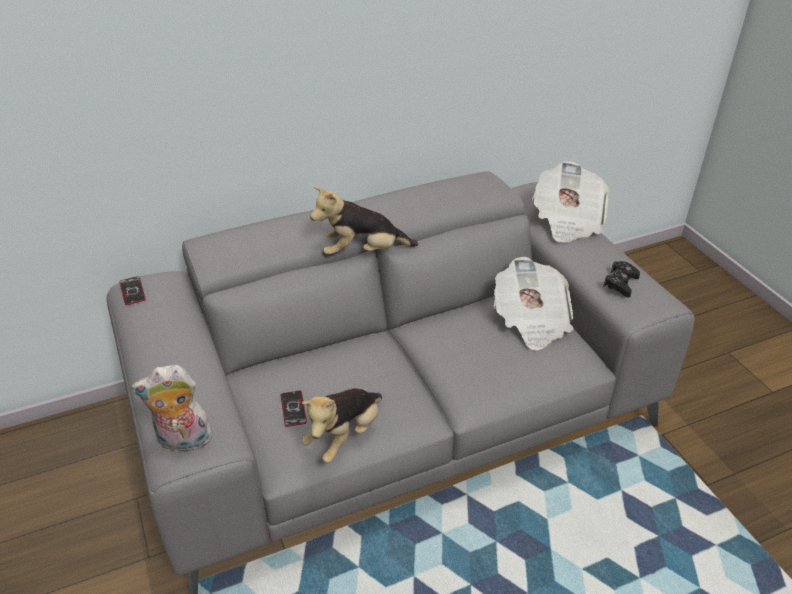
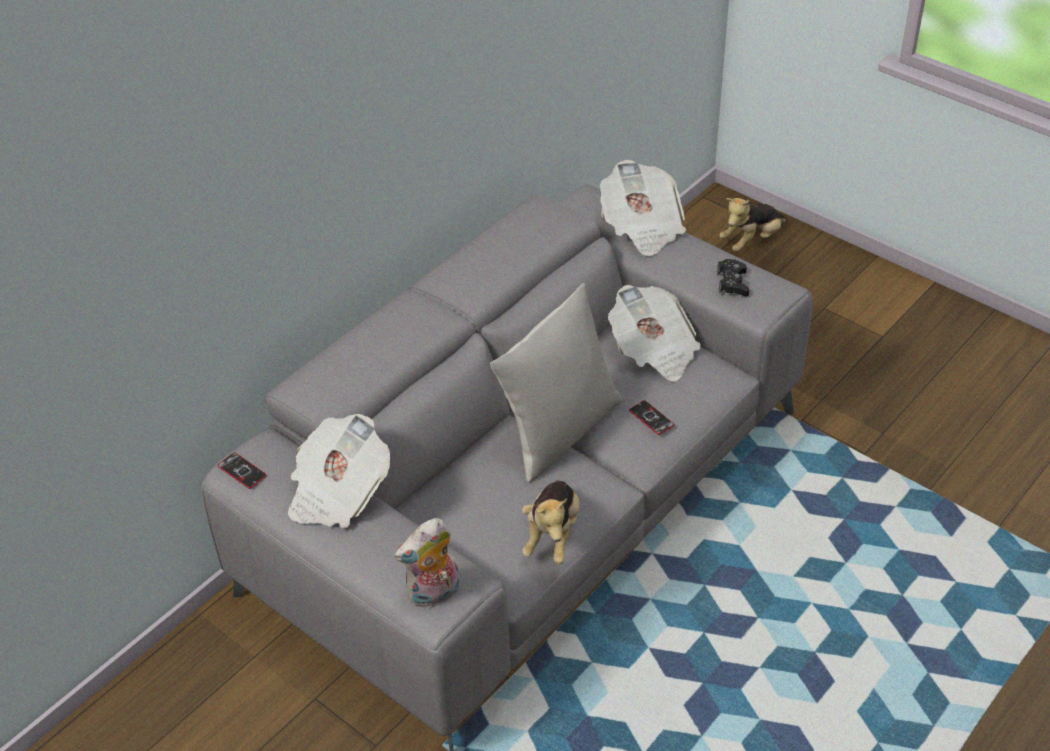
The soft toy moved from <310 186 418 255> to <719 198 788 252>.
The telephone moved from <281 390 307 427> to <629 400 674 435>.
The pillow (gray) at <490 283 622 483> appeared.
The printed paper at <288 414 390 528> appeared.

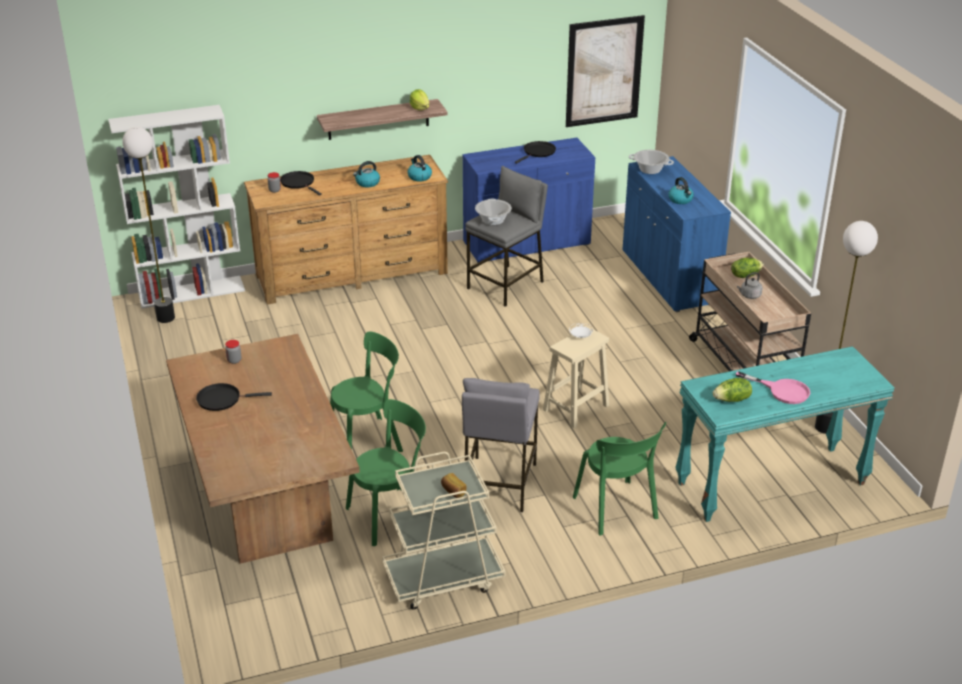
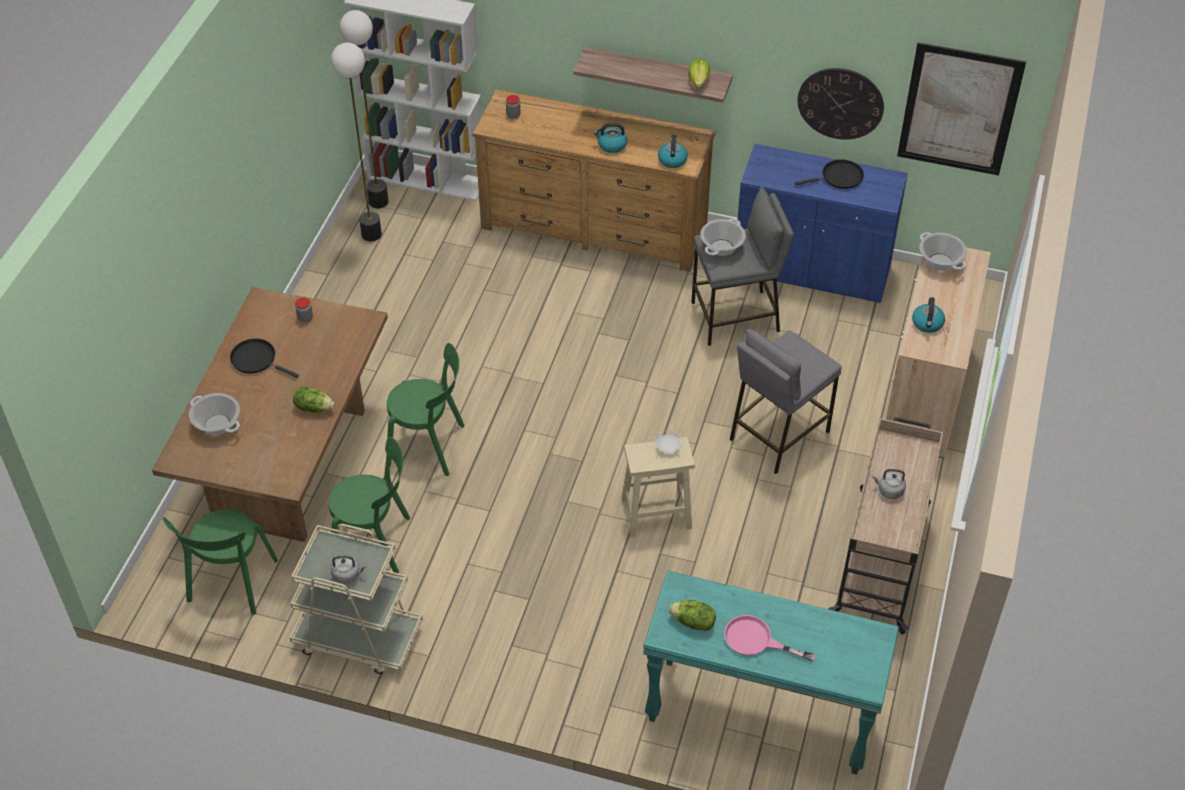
The cabinet (bluish) at <622 156 731 312> became the cabinet (sand-coloured) at <886 247 991 459>.
The frying pan (black) at <280 171 322 196> disappeared.
The floor lamp moved from <815 221 878 434> to <331 42 382 241>.
The lettuce head moved from <731 258 764 278> to <293 387 335 413>.
The frying pan (pink-coloured) at <736 371 810 404> turned 135 degrees clockwise.
The sitting stool (gray) moved from <462 378 540 512> to <729 329 842 474>.
The plain chair (greenish) moved from <573 422 666 536> to <163 509 278 615>.
The baked bread at <441 473 466 498> was replaced by the water kettle (gray) at <331 556 366 584>.
The wall clock at <797 68 884 140> appeared.
The saucepot at <189 393 240 435> appeared.

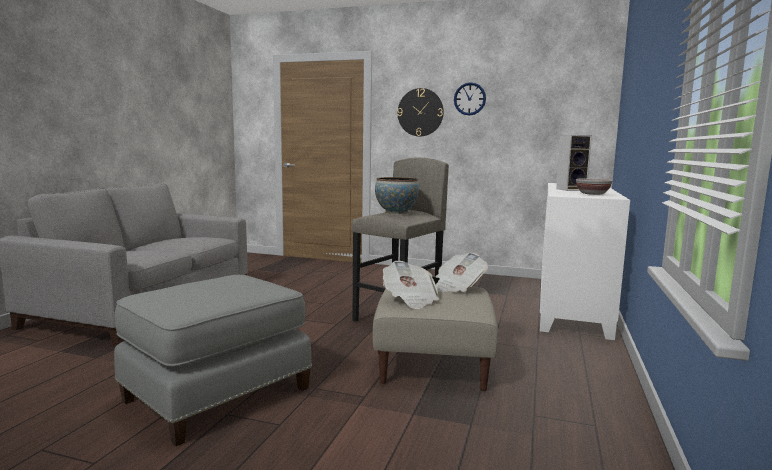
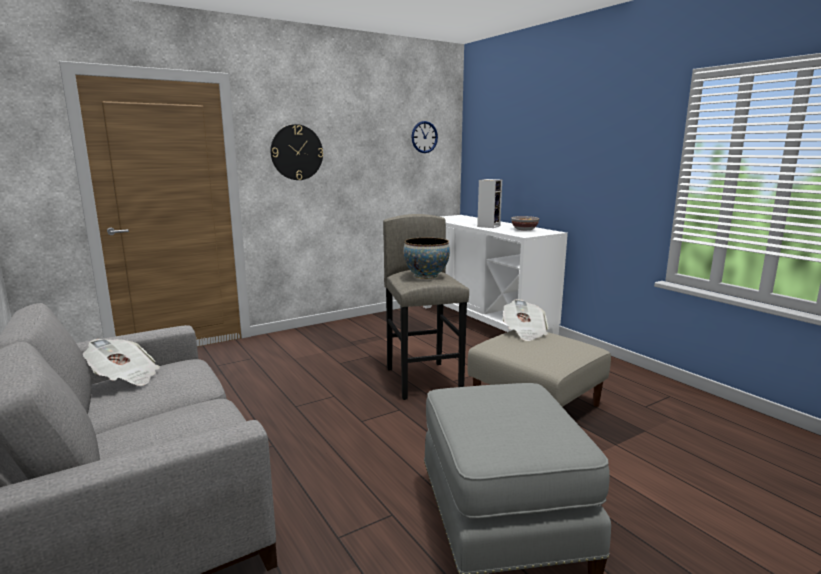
The wall clock moved from <454 82 486 116> to <412 121 438 153>.
The printed paper moved from <383 261 439 309> to <83 339 160 386>.

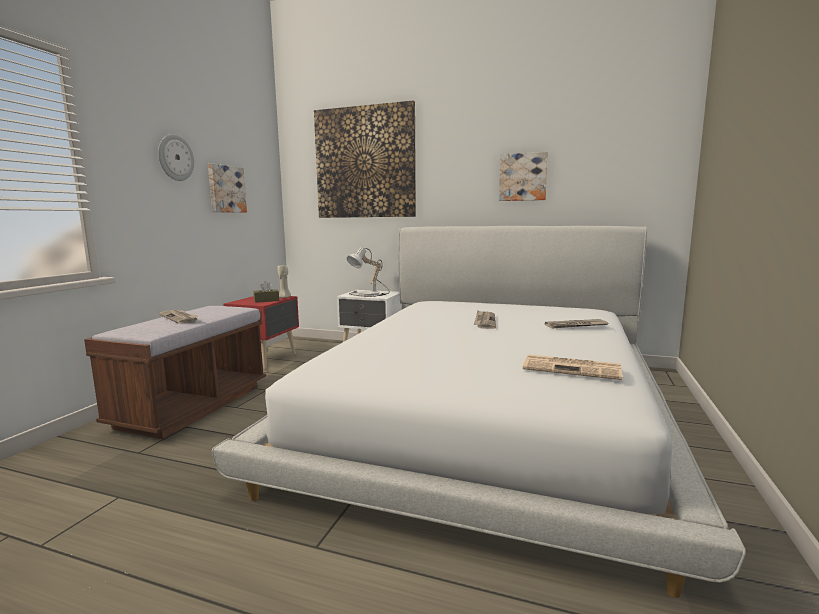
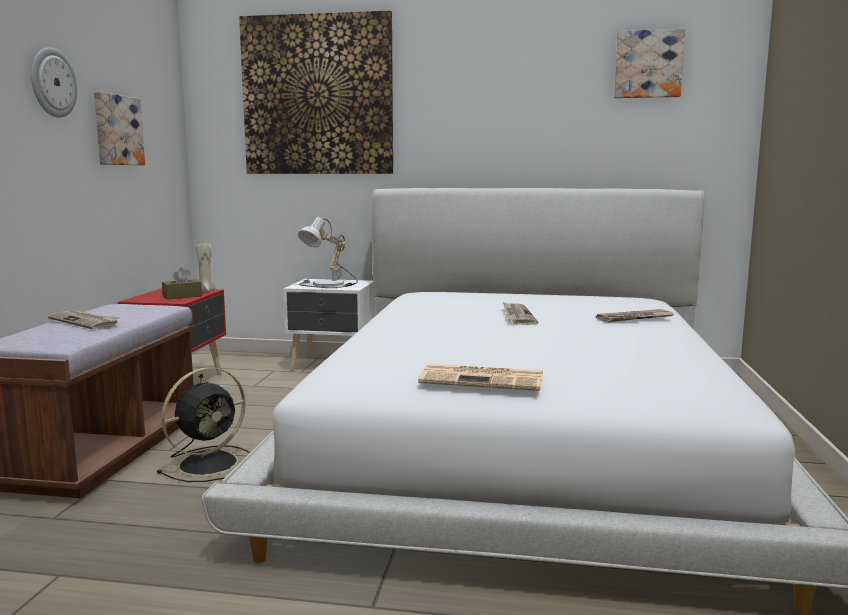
The picture moved from <499 152 548 201> to <614 29 685 98>.
The printed paper moved from <523 354 622 380> to <418 364 543 391>.
The electric fan (black) at <157 367 250 482> appeared.

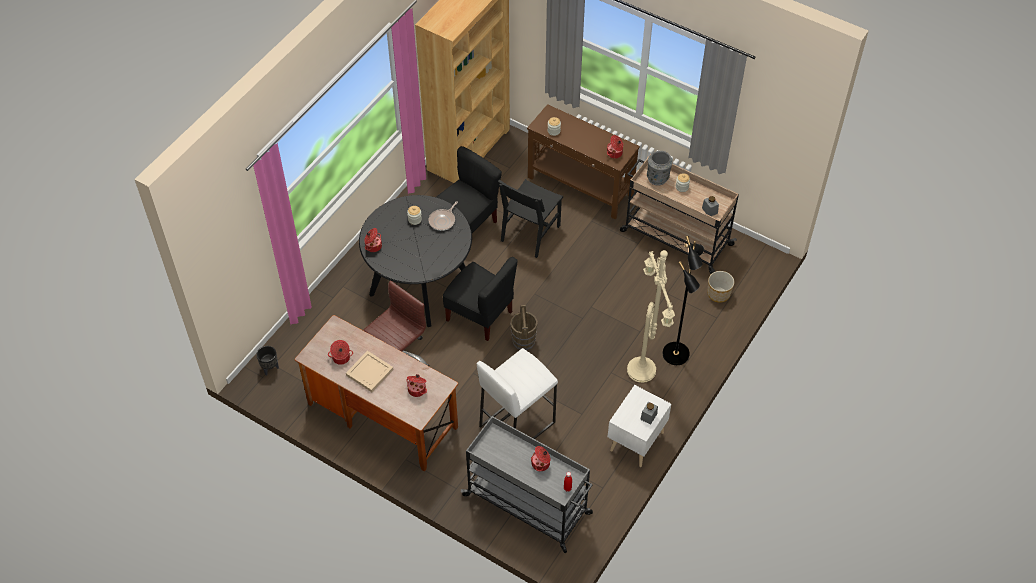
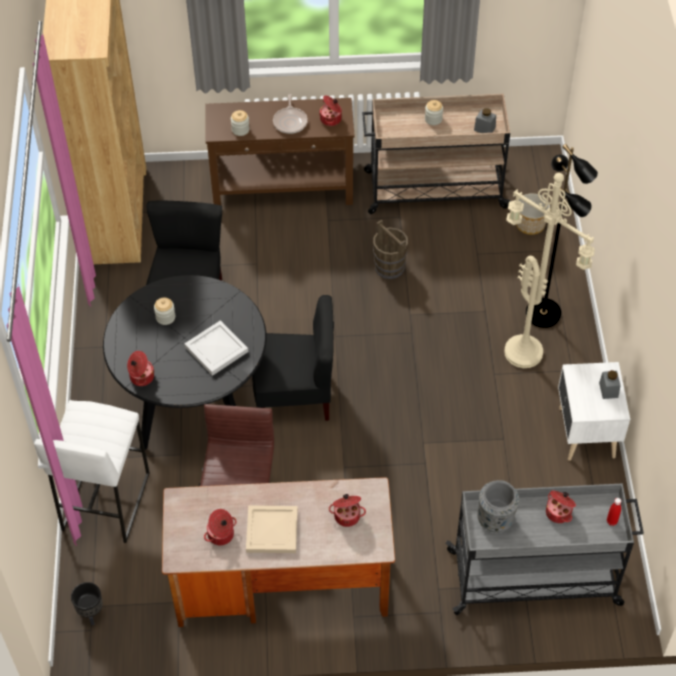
The vase (gray) moved from <647 151 673 186> to <477 480 519 534>.
The plain chair (black) at <498 179 563 258> disappeared.
The frying pan moved from <428 201 458 231> to <273 94 308 134>.
The water bucket (brown-coloured) moved from <510 305 538 350> to <373 220 408 279>.
The sitting stool (white) moved from <477 348 558 439> to <34 400 150 543>.
The serving tray (white) at <184 320 248 376> appeared.

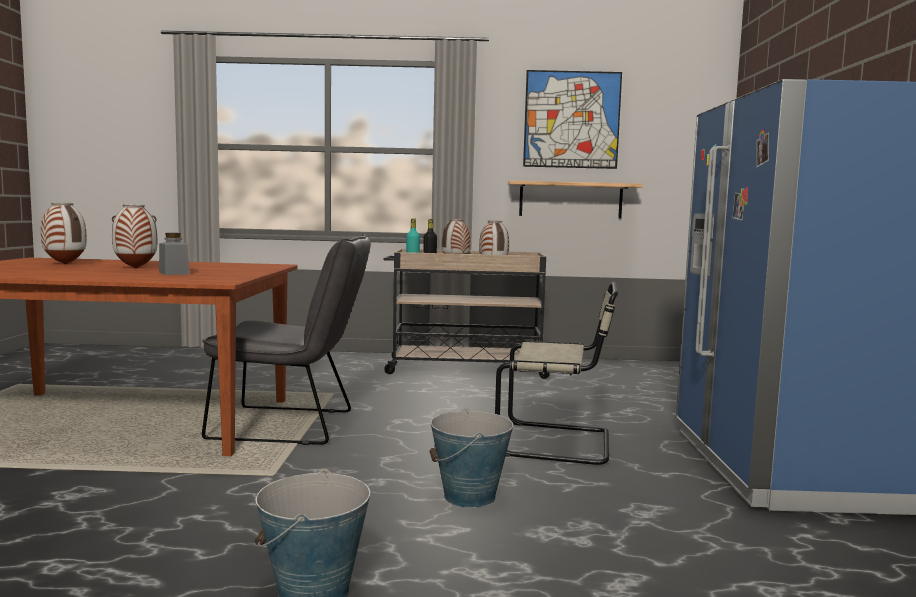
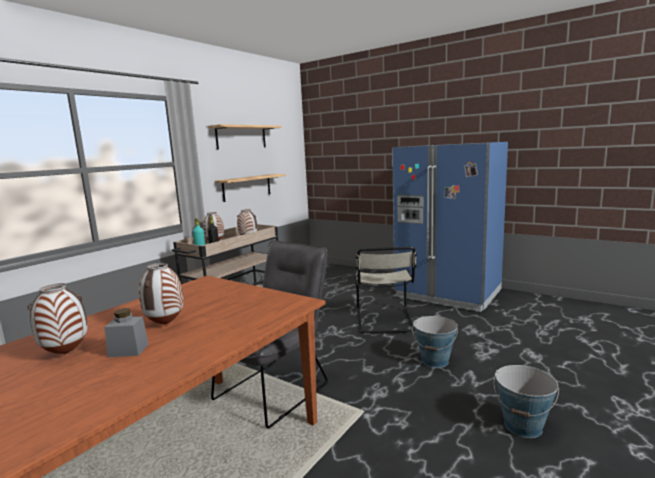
The picture at <523 70 622 169> was replaced by the bracket shelf at <208 124 282 149>.
The preserve jar (gray) moved from <159 233 190 275> to <104 308 148 357>.
The plain chair (sand-coloured) at <495 282 618 465> turned 135 degrees clockwise.

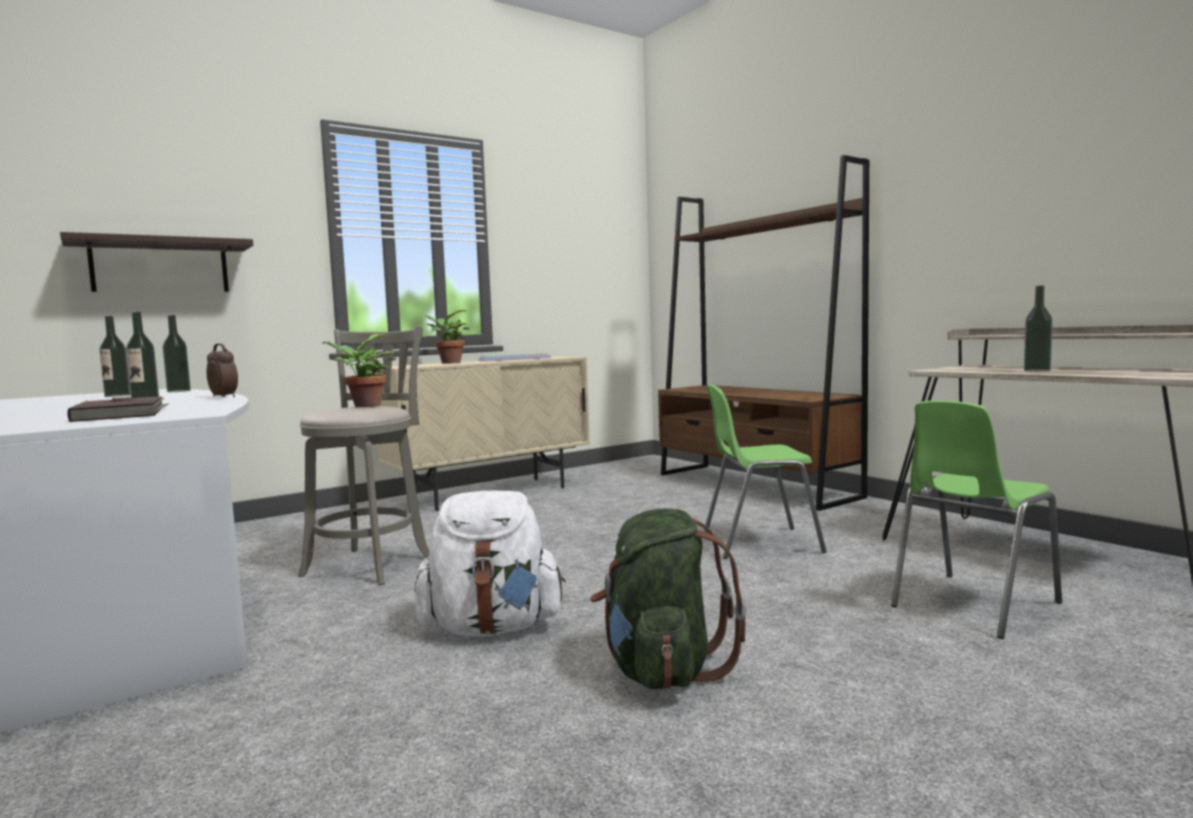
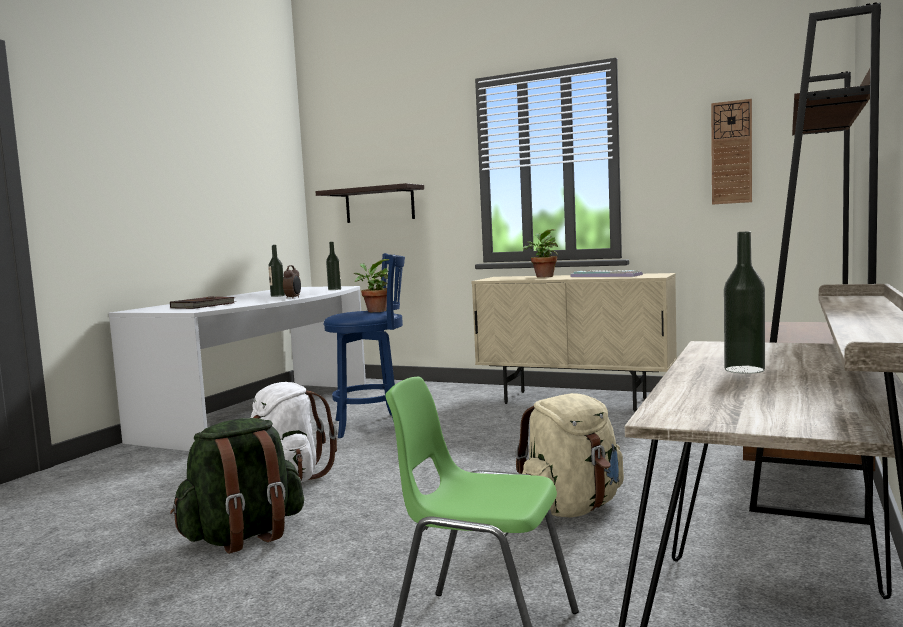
The beverage bottle at <99 316 130 397> disappeared.
The sitting stool (gray) at <298 326 430 585> became the sitting stool (bluish) at <323 253 405 438>.
The plain chair (greenish) at <704 385 827 559> was replaced by the knapsack (sand-coloured) at <515 393 624 517>.
The wall clock at <711 99 752 205> appeared.

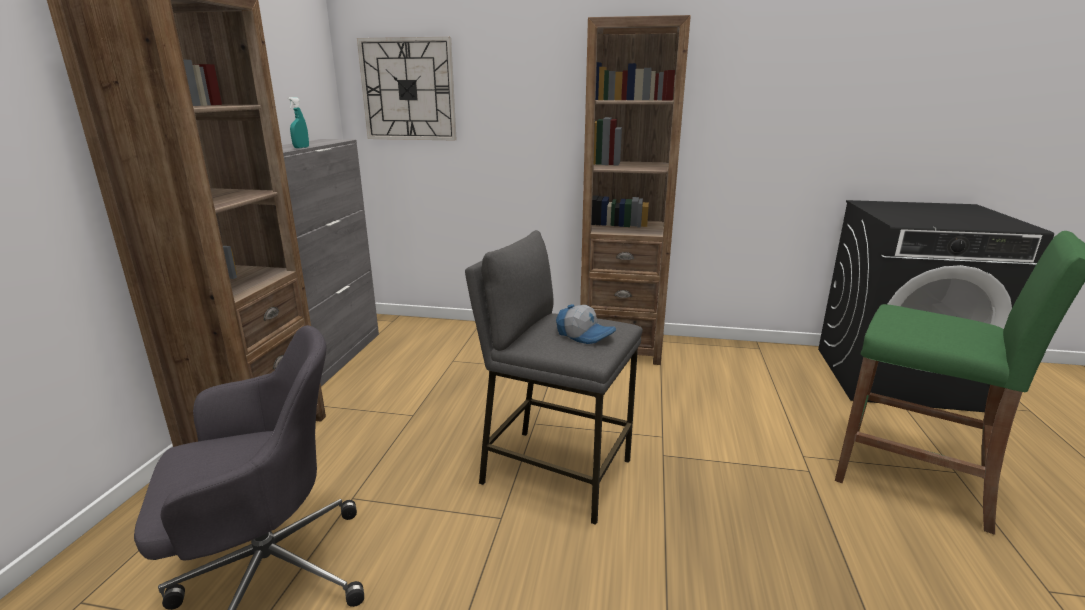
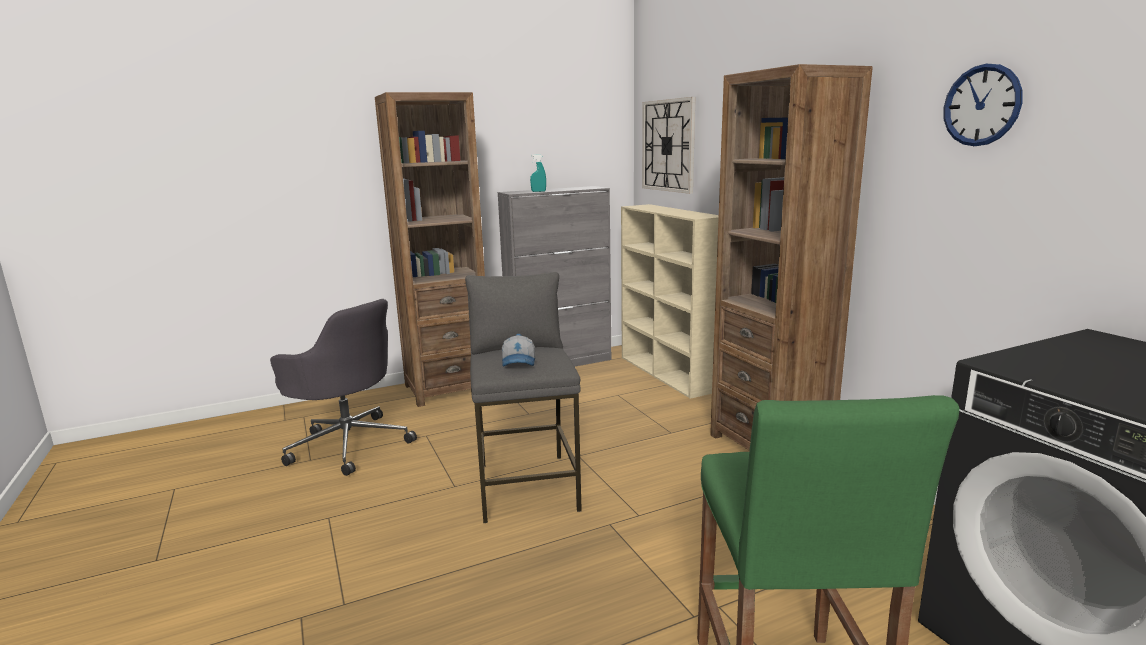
The wall clock at <943 64 1023 146> appeared.
The shelving unit (sand-coloured) at <621 204 719 399> appeared.

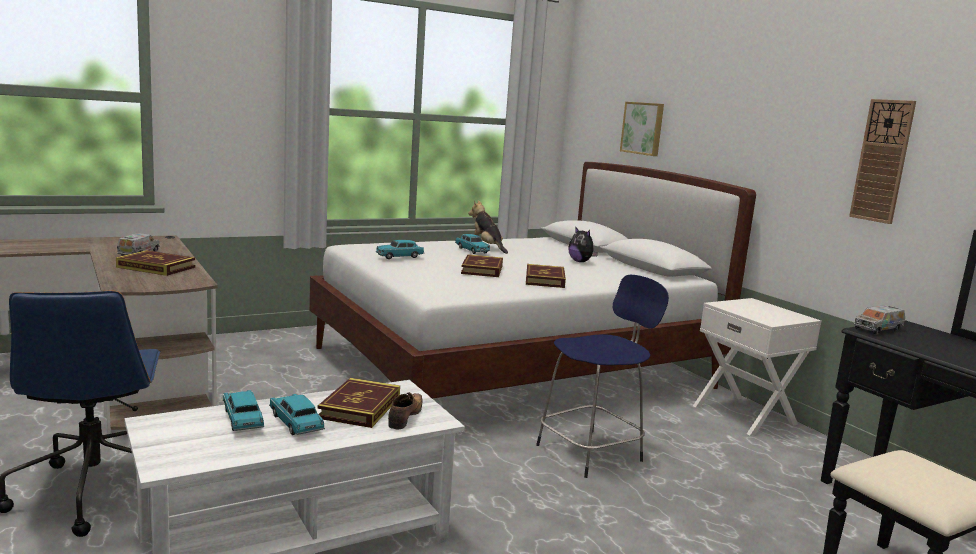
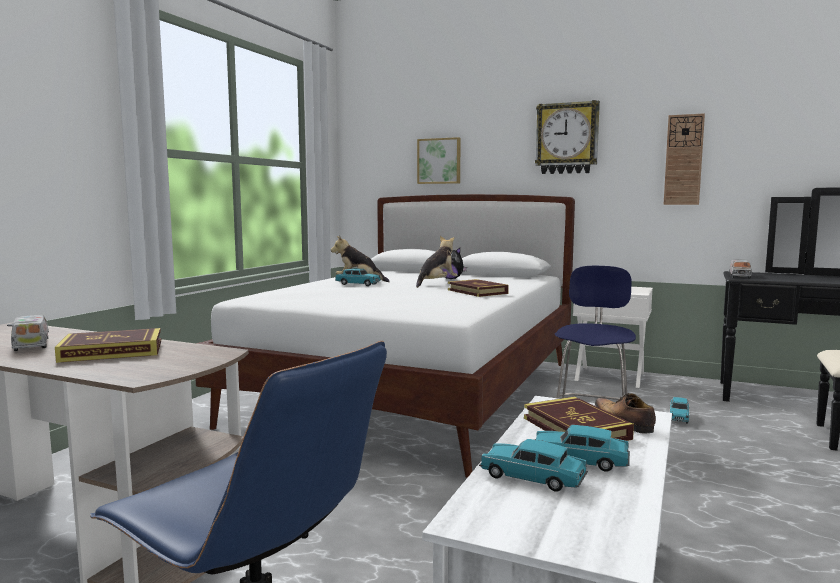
The toy car (turquoise-coloured) moved from <375 240 424 259> to <670 397 689 424>.
The volume at <461 254 503 277> disappeared.
The wall clock at <535 100 600 174> appeared.
The soft toy at <416 236 458 288> appeared.

